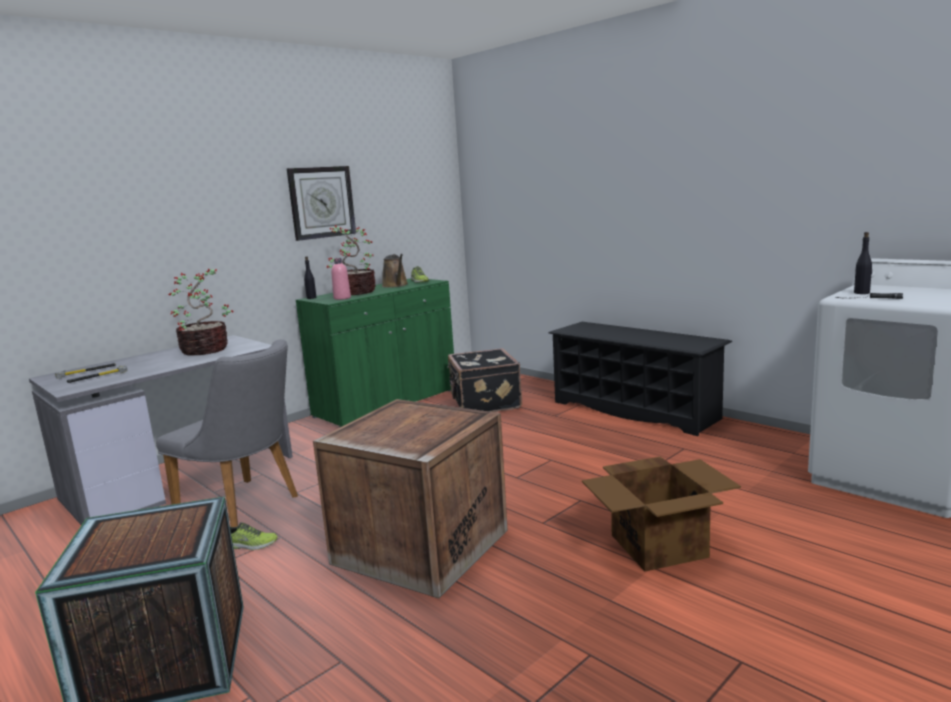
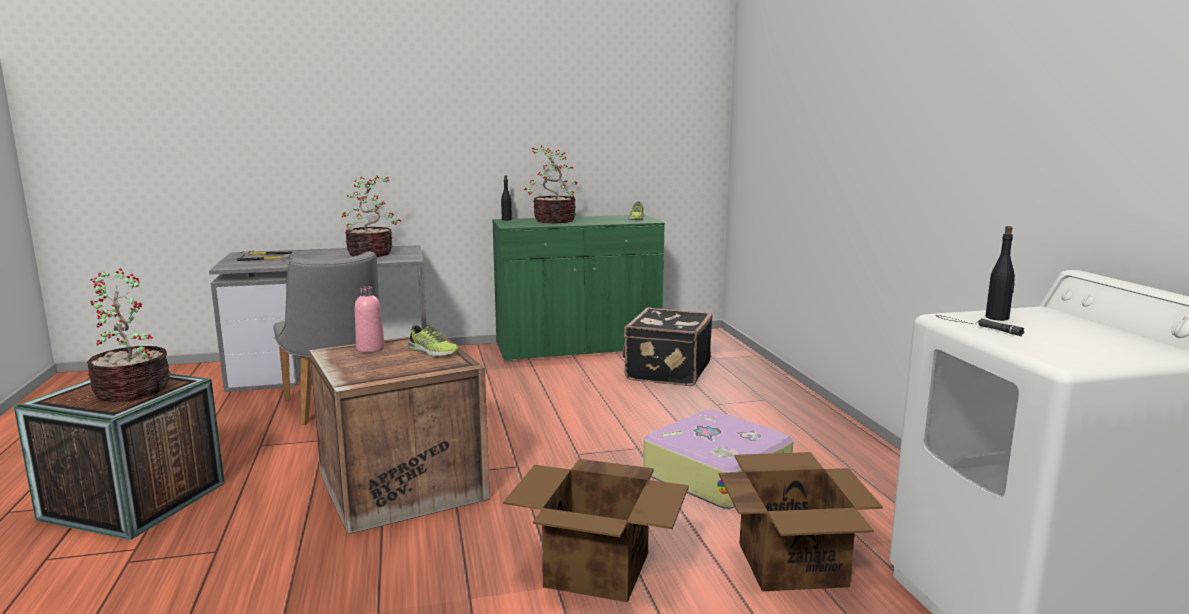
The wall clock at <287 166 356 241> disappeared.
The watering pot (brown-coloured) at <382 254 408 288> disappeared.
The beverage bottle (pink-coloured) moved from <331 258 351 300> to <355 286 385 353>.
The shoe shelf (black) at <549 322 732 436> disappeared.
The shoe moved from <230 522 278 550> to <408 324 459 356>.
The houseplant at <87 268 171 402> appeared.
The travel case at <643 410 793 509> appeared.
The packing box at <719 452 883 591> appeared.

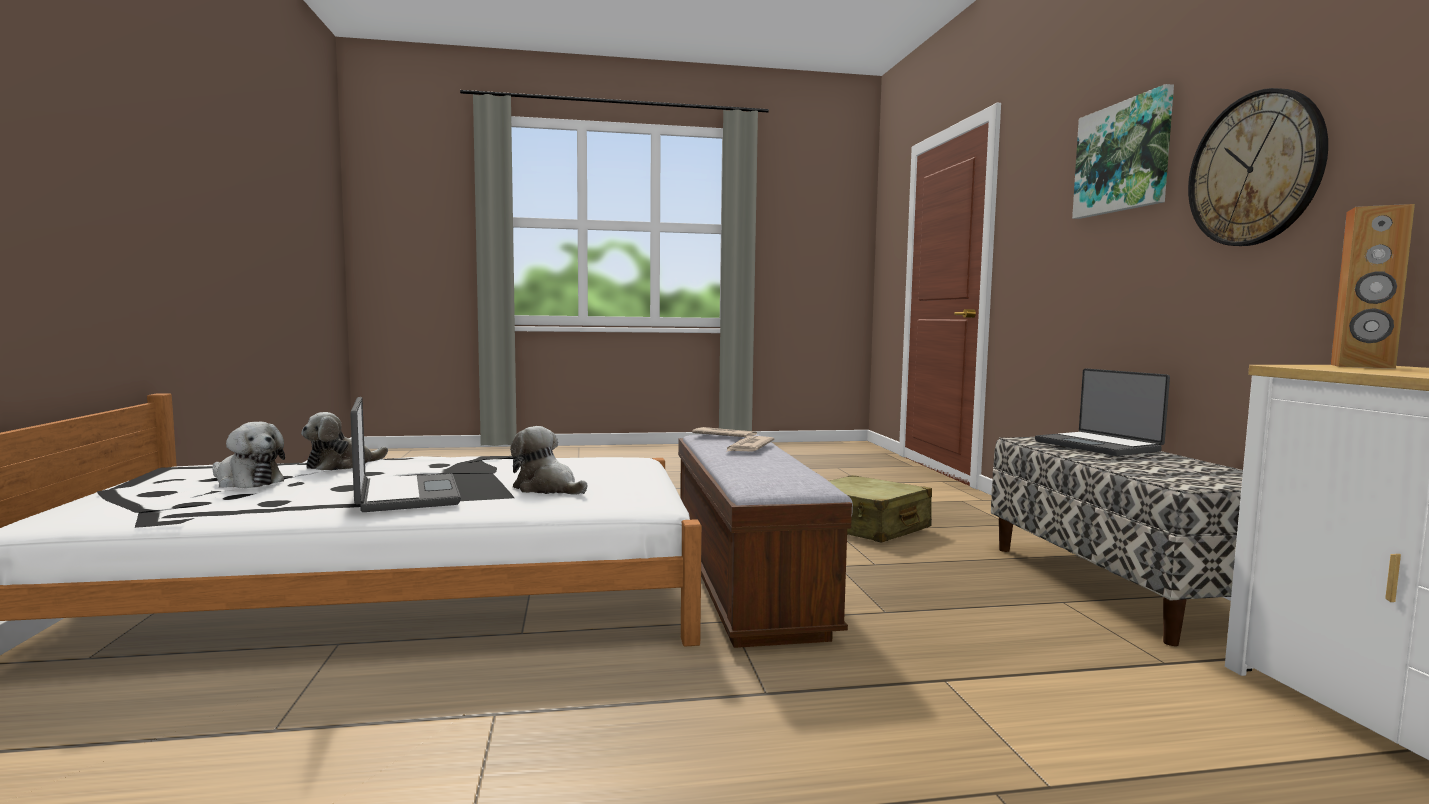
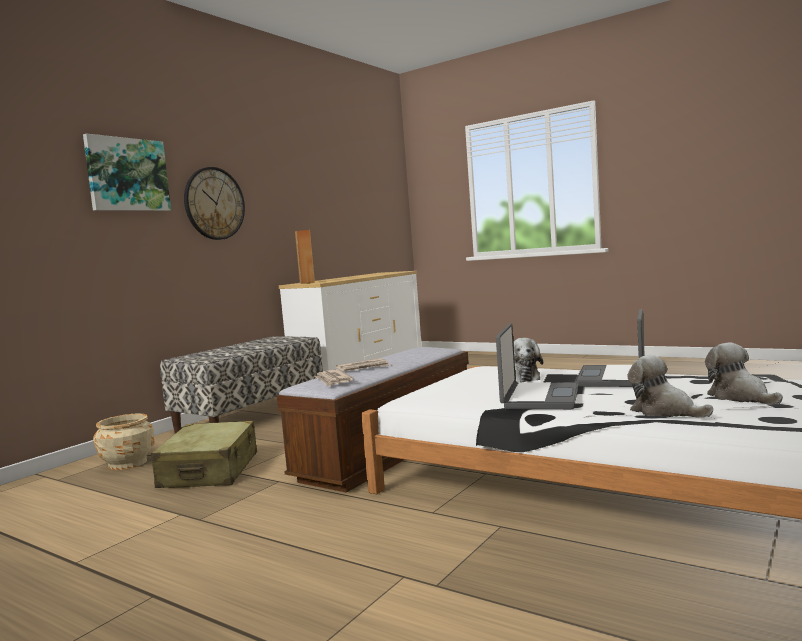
The notebook computer moved from <1035 368 1170 456> to <496 323 578 409>.
The soft toy at <301 412 388 470> turned 120 degrees counterclockwise.
The flower pot (sand-coloured) at <93 414 154 470> appeared.

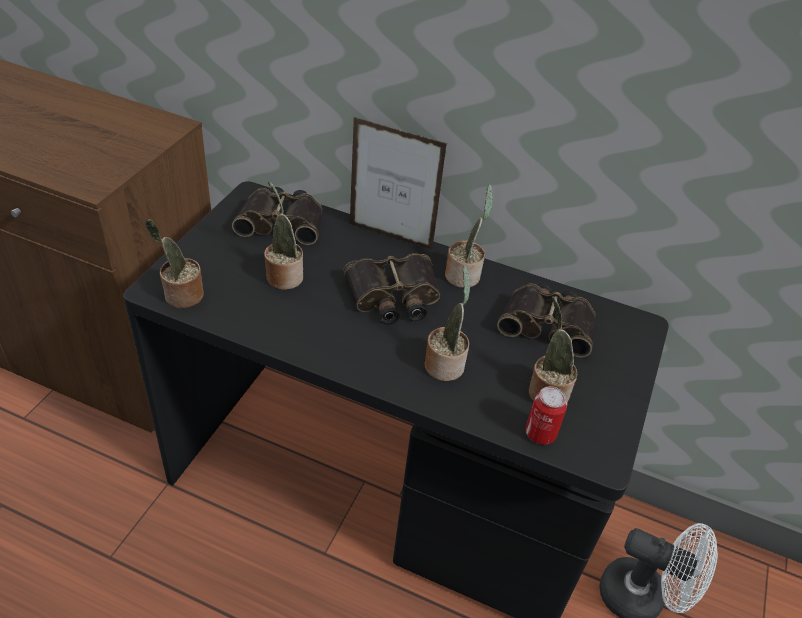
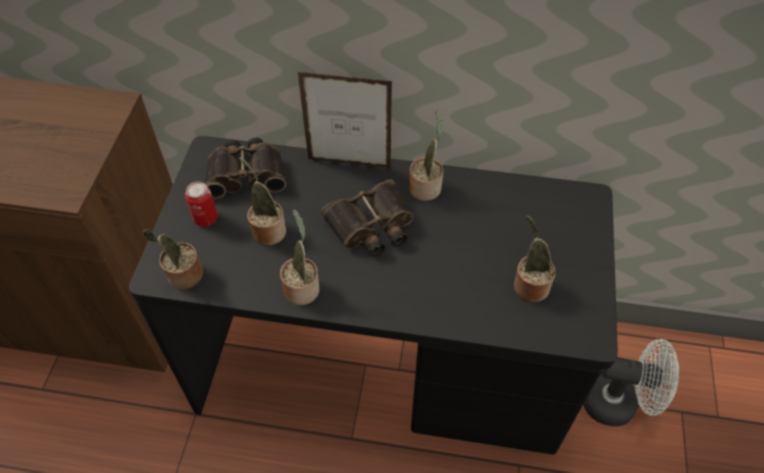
The houseplant moved from <425 265 470 381> to <280 210 319 305>.
The field glasses at <497 282 596 357> disappeared.
The sealed can moved from <526 386 567 445> to <185 182 218 227>.

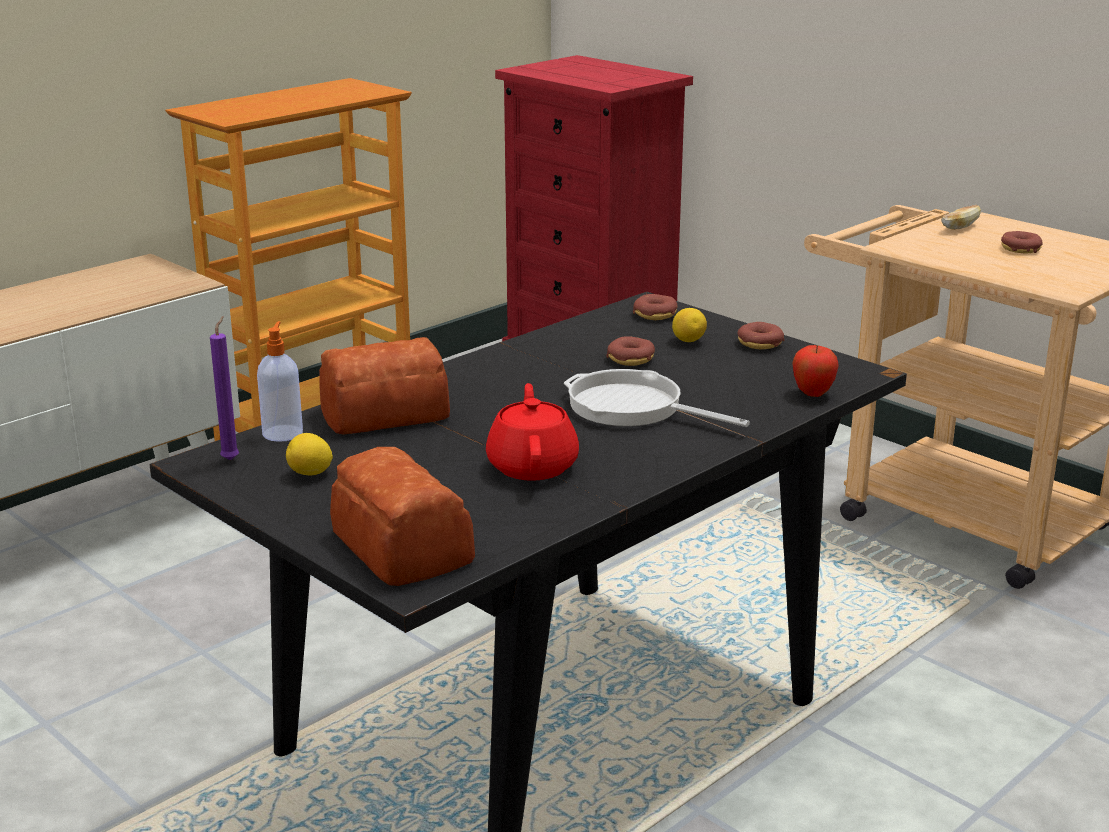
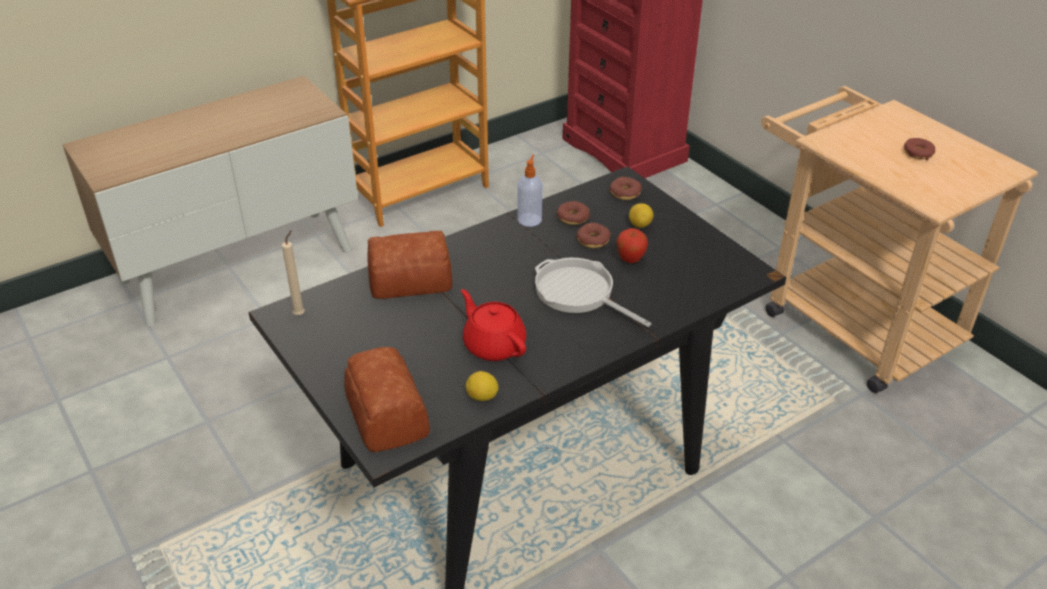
The baked bread at <941 205 981 230> disappeared.
The wax candle (purple-coloured) at <210 316 239 461> became the wax candle (sand-coloured) at <282 230 305 315>.
The soap dispenser moved from <257 321 303 442> to <518 154 542 227>.
The donut moved from <737 322 784 350> to <557 201 590 225>.
The apple moved from <793 345 839 397> to <617 228 648 263>.
The tea pot (red-coloured) at <486 383 579 481> turned 45 degrees counterclockwise.
The whole lemon moved from <286 433 333 475> to <466 371 499 401>.

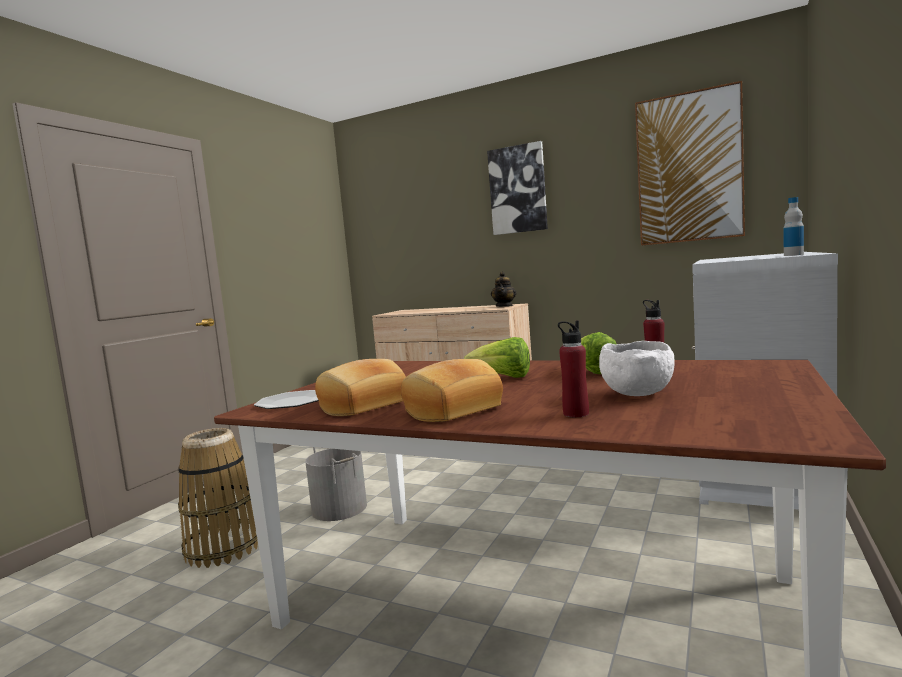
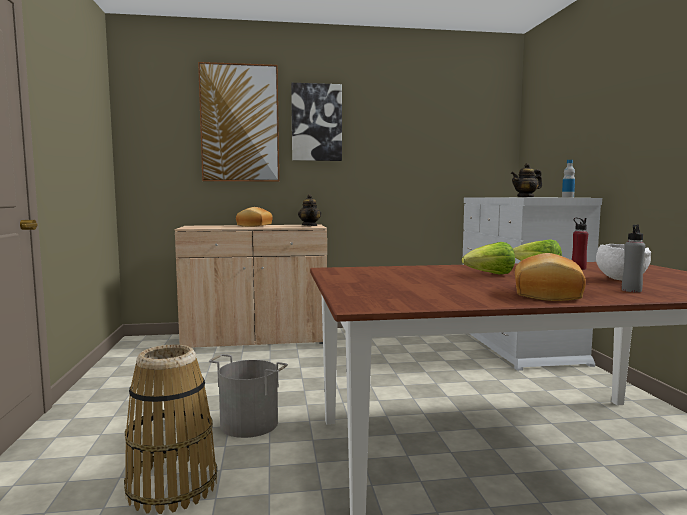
The picture moved from <635 81 745 246> to <198 62 279 182>.
The beverage bottle (red-coloured) at <558 320 589 417> became the beverage bottle (gray) at <622 225 645 292>.
The baked bread moved from <315 359 406 416> to <236 207 273 227>.
The flat dish at <254 390 319 409> disappeared.
The tea pot at <511 163 542 197> appeared.

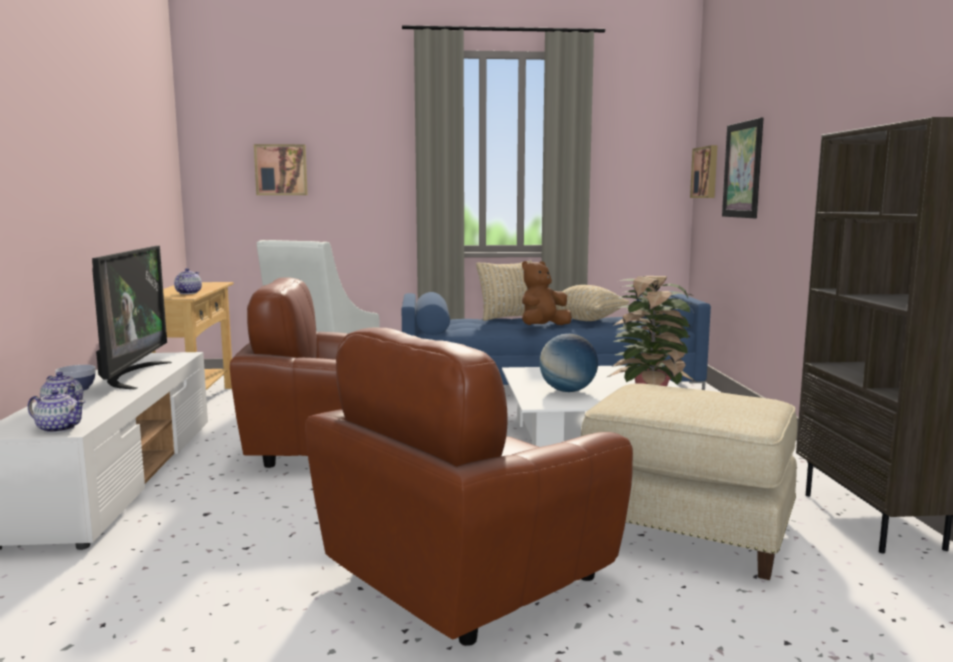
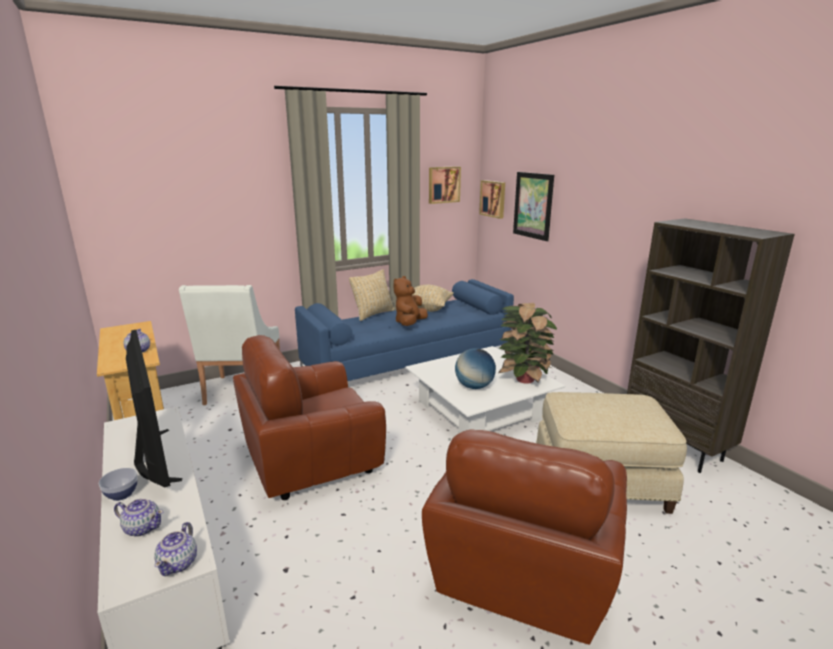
The picture moved from <254 144 308 195> to <429 166 461 204>.
The tea pot at <28 390 86 433> turned 105 degrees clockwise.

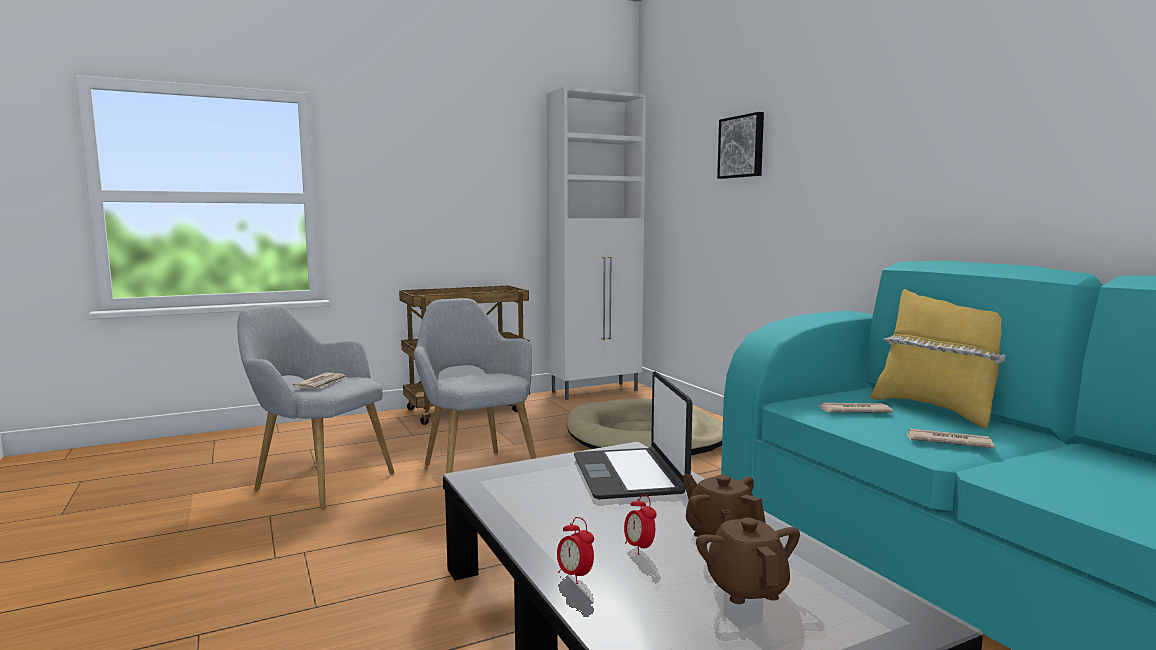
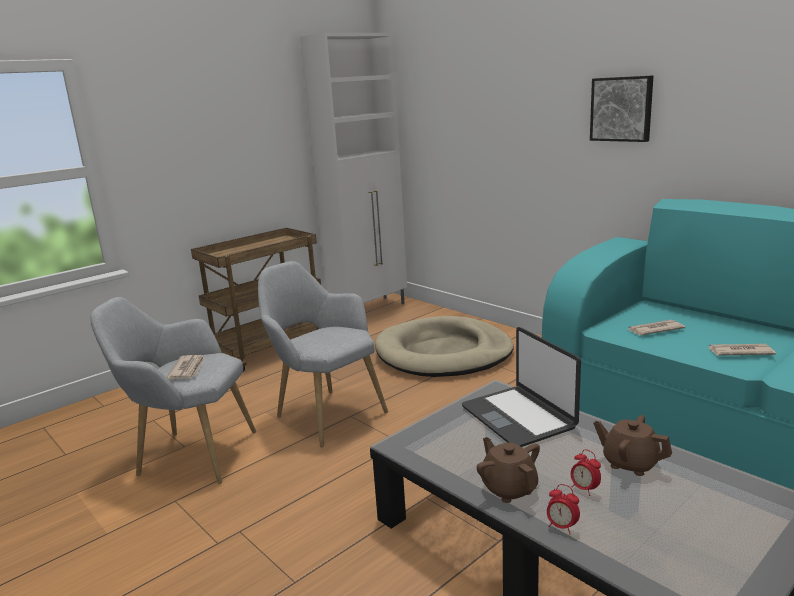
The picture moved from <717 112 764 179> to <590 75 653 142>.
The pillow (yellow-coloured) at <870 289 1006 428> disappeared.
The tea pot (brown-coloured) moved from <696 510 800 604> to <477 437 540 503>.

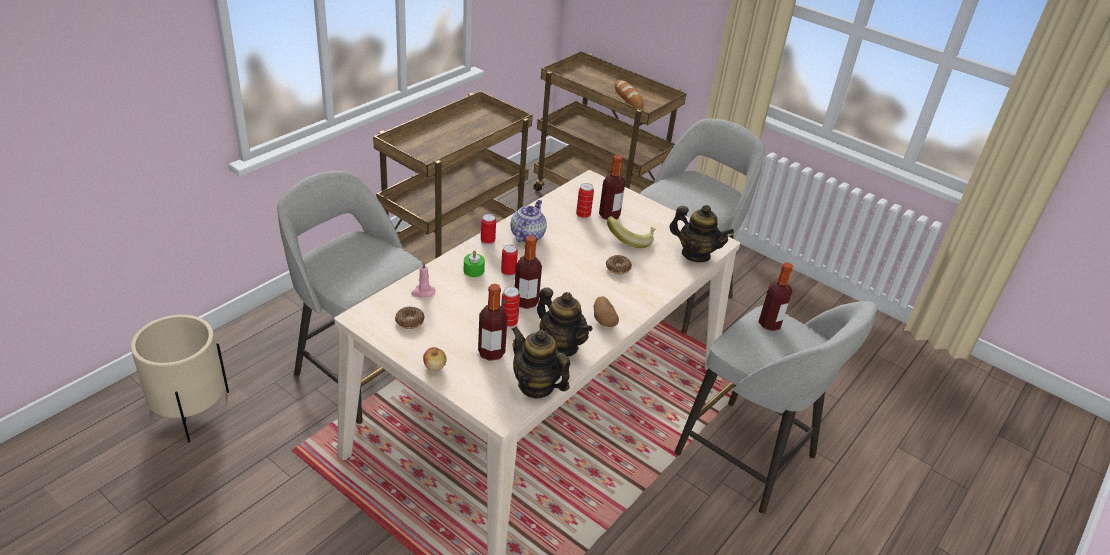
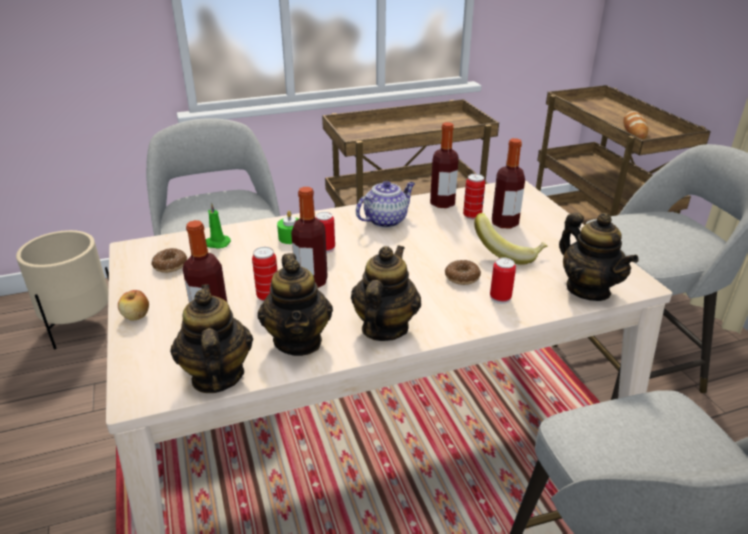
The sealed can moved from <481 214 496 245> to <490 258 516 304>.
The wax candle (pink-coloured) at <411 261 435 298> became the wax candle (greenish) at <206 202 231 249>.
The beverage bottle moved from <759 262 793 331> to <430 122 459 208>.
The potato at <594 296 619 327> was replaced by the tea pot at <351 245 421 341>.

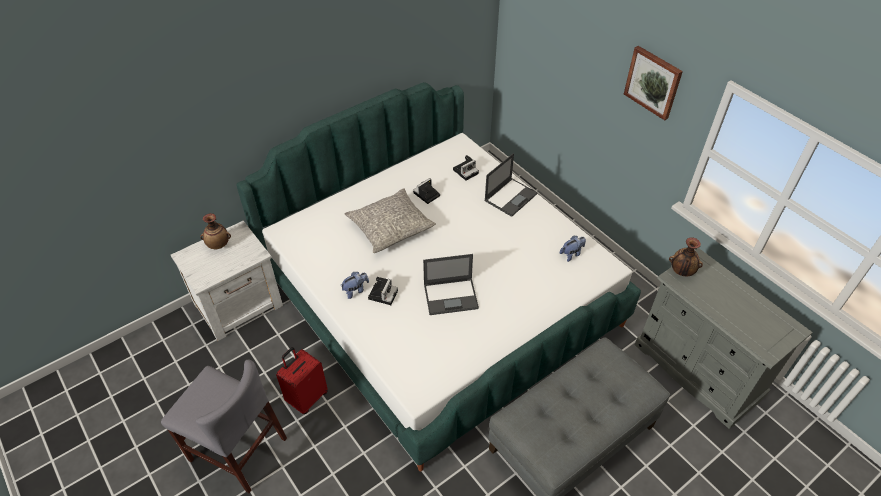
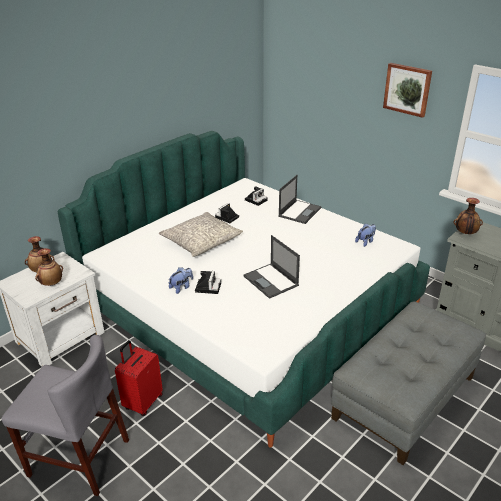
The notebook computer at <423 254 479 315> turned 75 degrees clockwise.
The vase at <35 248 63 286> appeared.

